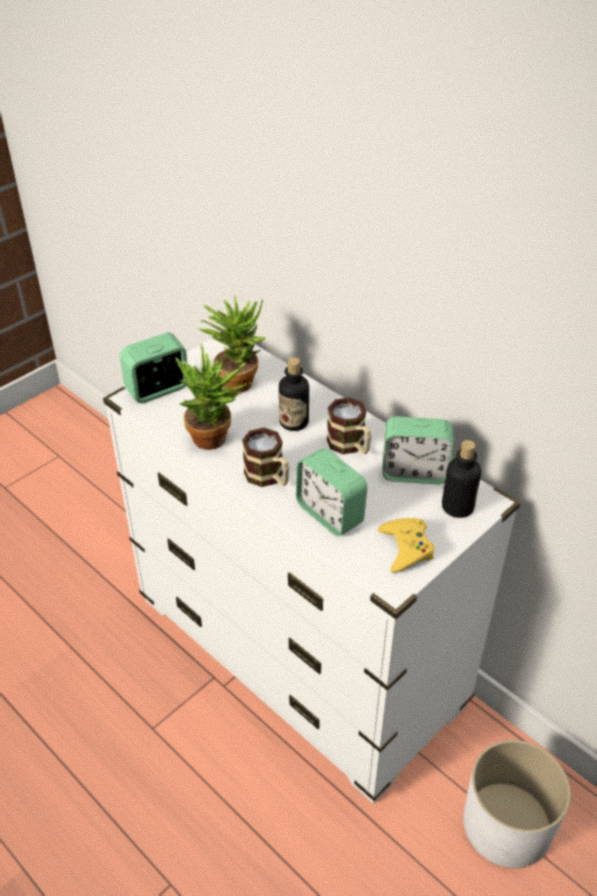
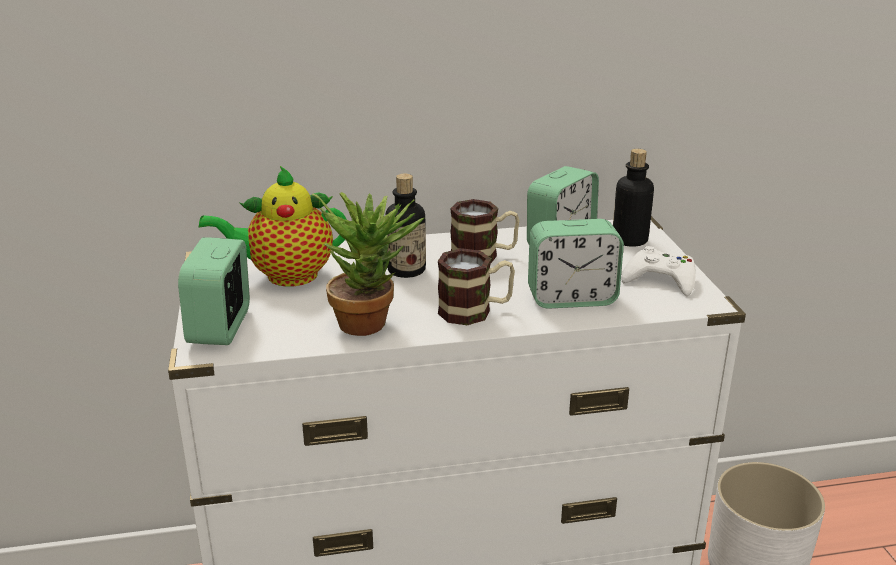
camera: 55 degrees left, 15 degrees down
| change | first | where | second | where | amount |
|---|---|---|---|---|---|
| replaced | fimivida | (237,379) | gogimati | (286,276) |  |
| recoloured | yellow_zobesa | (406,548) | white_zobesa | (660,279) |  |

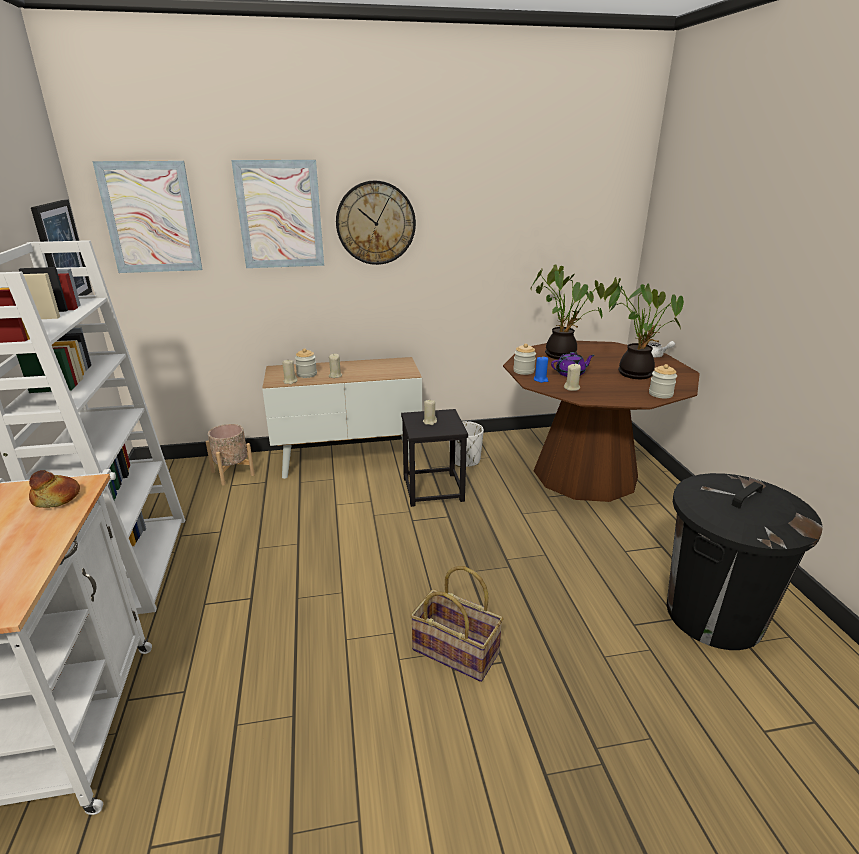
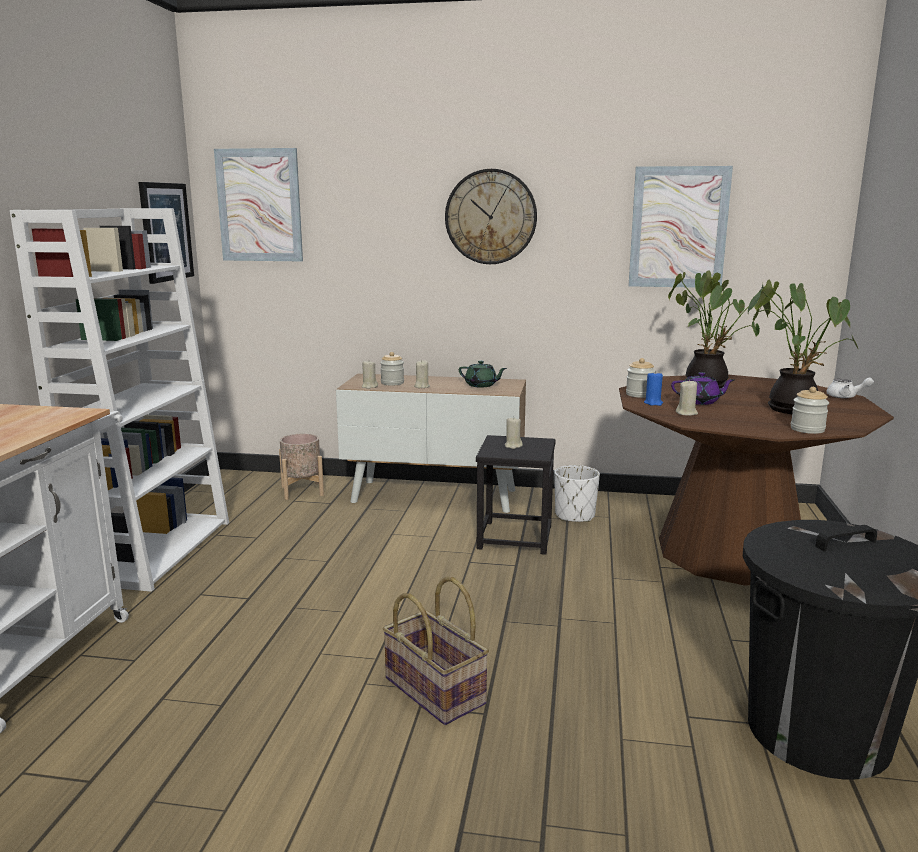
camera: 20 degrees right, 10 degrees down
| change | first | where | second | where | amount |
|---|---|---|---|---|---|
| moved | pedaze | (280,215) |  | (678,227) |  |
| removed | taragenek | (56,499) |  |  |  |
| added |  |  | green_gogimati | (481,385) |  |

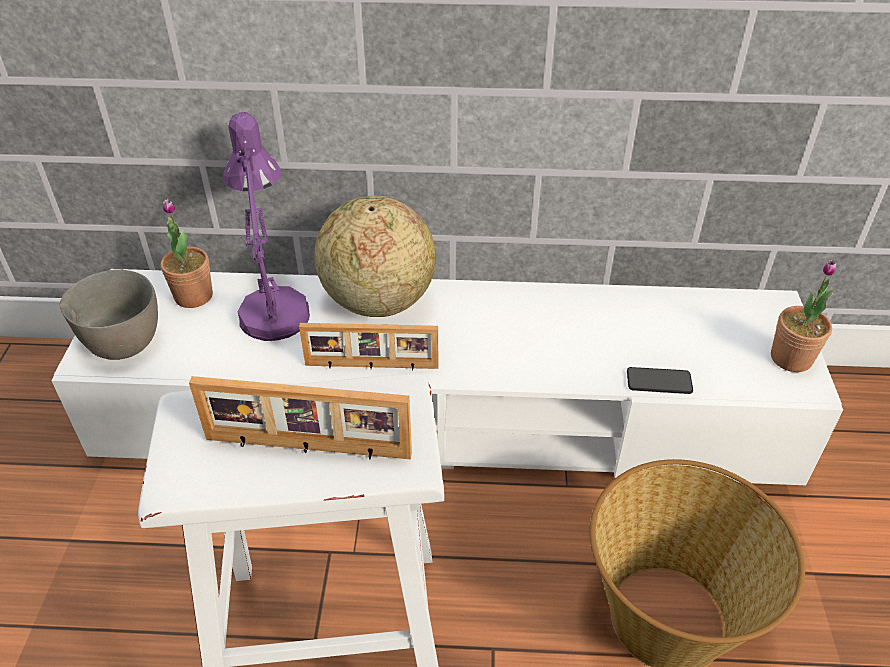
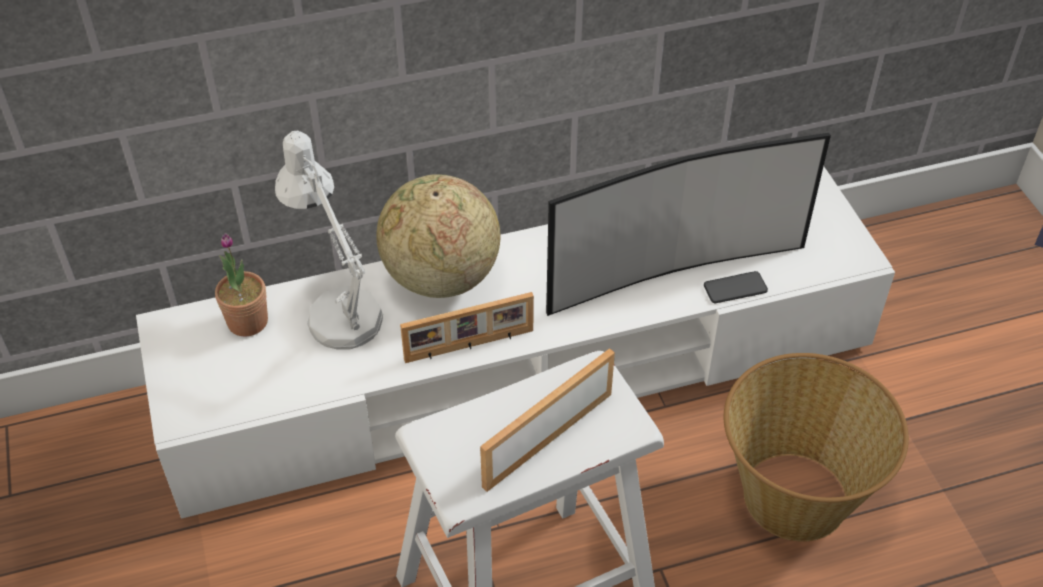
camera: 20 degrees left, 5 degrees up
| change | first | where | second | where | amount |
|---|---|---|---|---|---|
| recoloured | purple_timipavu | (273,306) | white_timipavu | (338,310) |  |
| removed | fimivida | (791,358) |  |  |  |
| removed | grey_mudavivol | (124,343) |  |  |  |
| turned | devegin | (307,448) |  | (546,438) | 150 degrees clockwise |
| added |  |  | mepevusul | (673,272) |  |

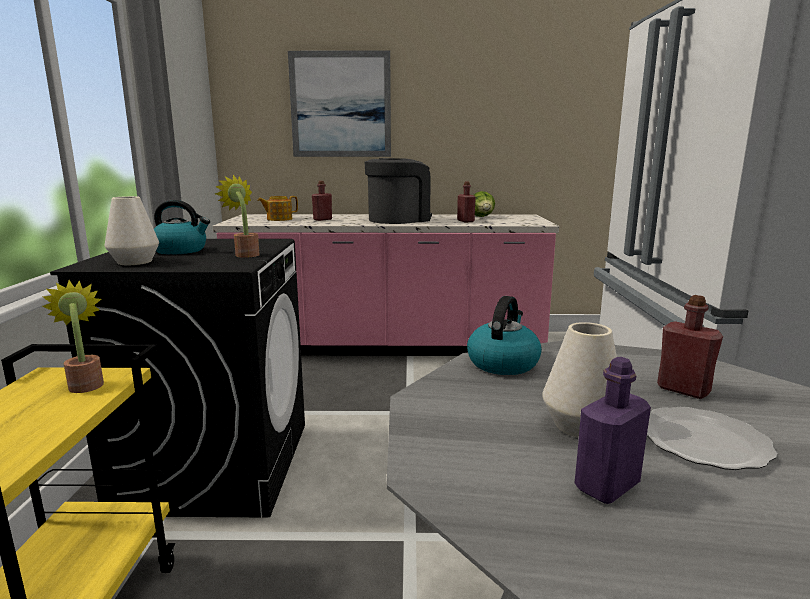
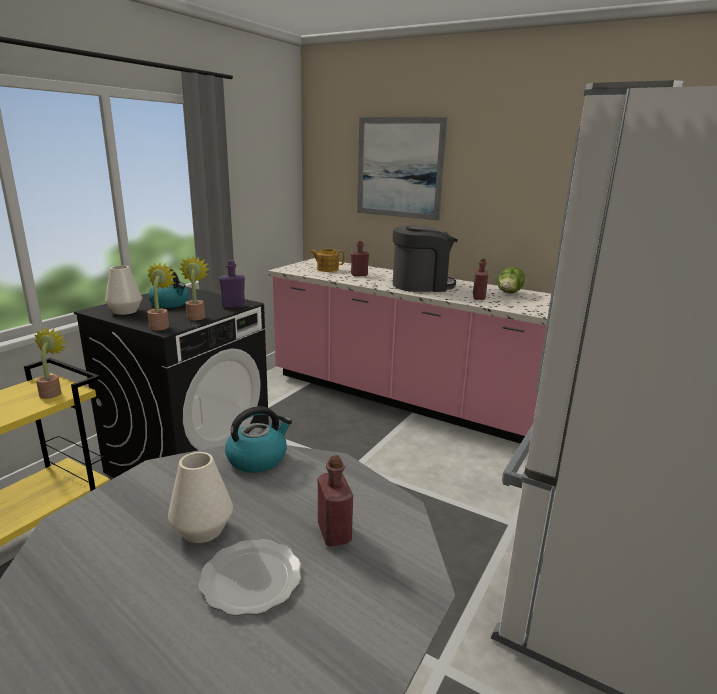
camera: 30 degrees right, 5 degrees up
| change | first | where | second | where | amount |
|---|---|---|---|---|---|
| moved | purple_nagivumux | (606,486) |  | (233,306) |  |
| added |  |  | fimivida | (161,326) |  |

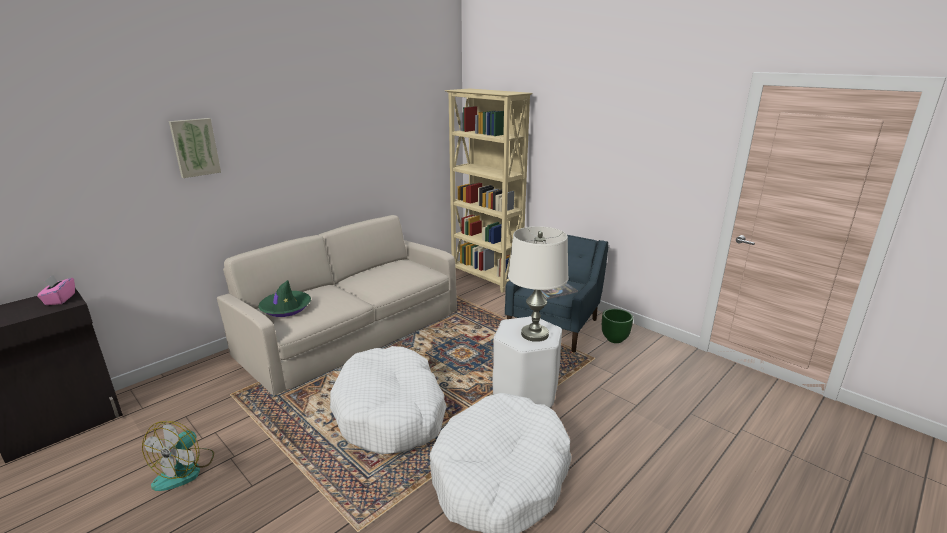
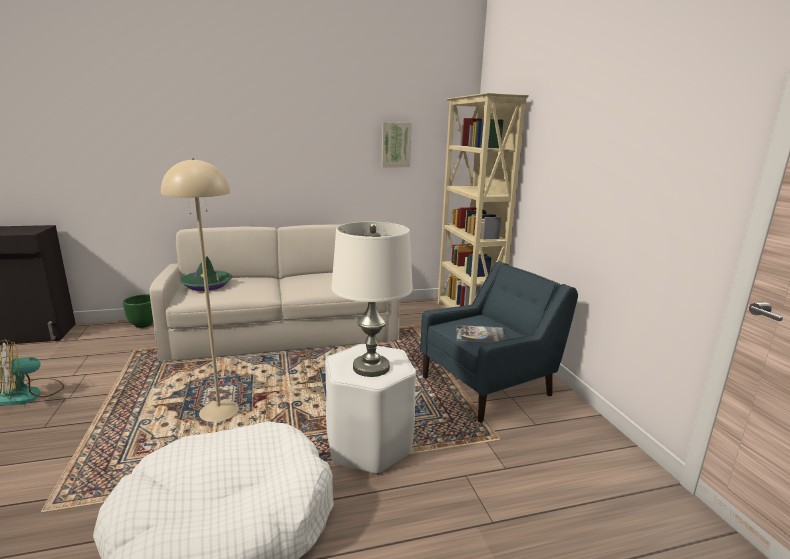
camera: 30 degrees right, 5 degrees down
| change | first | where | second | where | amount |
|---|---|---|---|---|---|
| moved | pedaze | (195,147) |  | (395,145) |  |
| removed | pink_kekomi | (60,299) |  |  |  |
| moved | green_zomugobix | (614,339) |  | (144,324) |  |
| replaced | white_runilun | (391,412) | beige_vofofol | (219,411) |  |

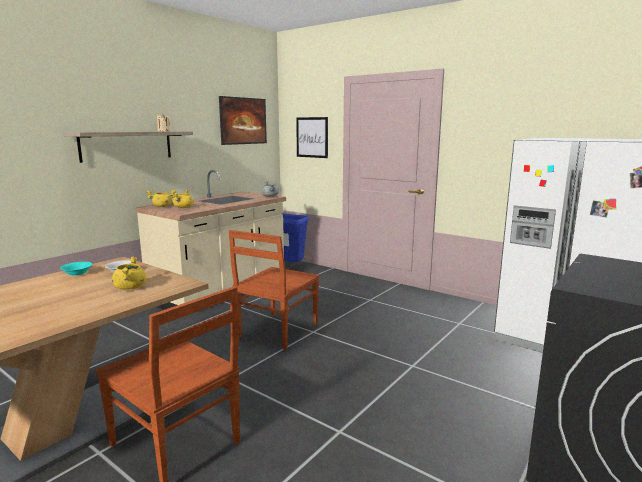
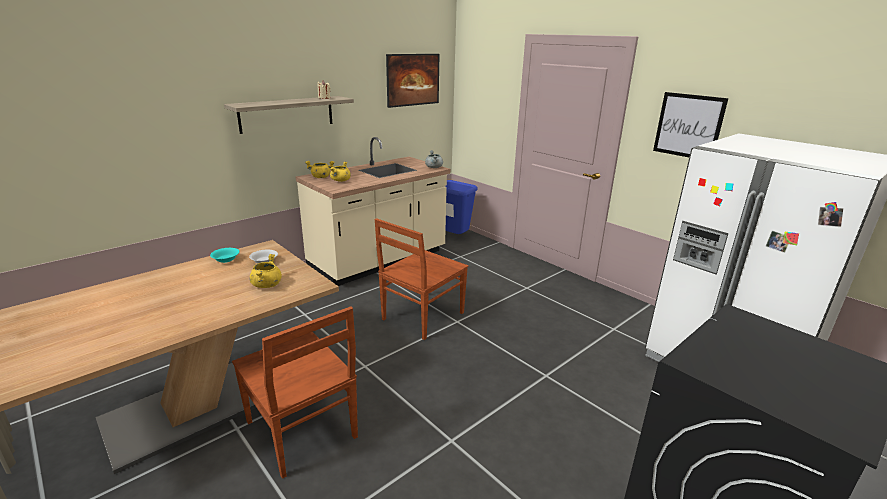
camera: 10 degrees right, 10 degrees up
| change | first | where | second | where | amount |
|---|---|---|---|---|---|
| moved | pedaze | (312,137) |  | (688,126) |  |

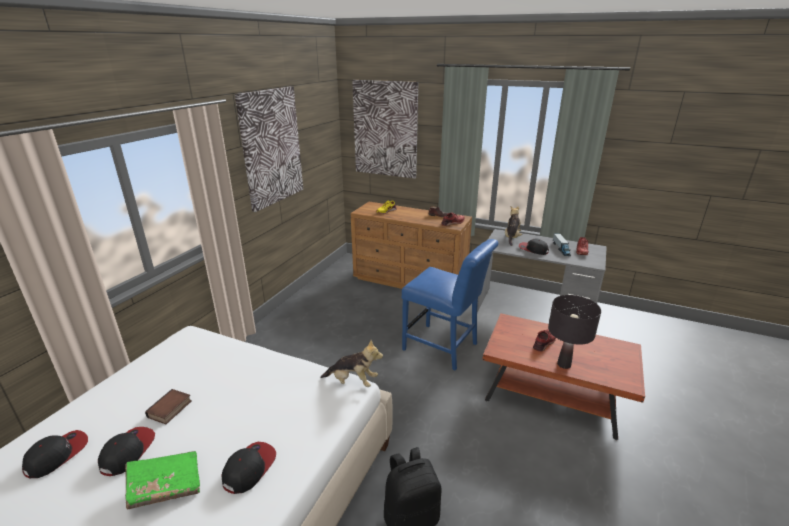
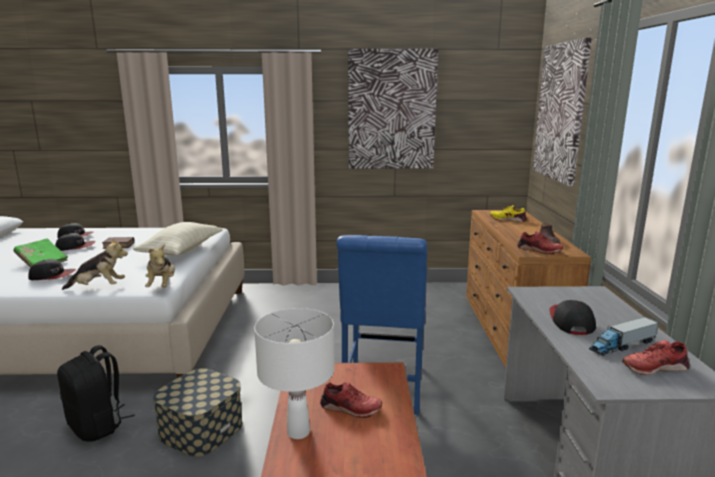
camera: 65 degrees right, 10 degrees down
| change | first | where | second | where | amount |
|---|---|---|---|---|---|
| moved | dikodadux | (512,238) |  | (98,287) |  |
| recoloured | black_timipavu | (564,364) | white_timipavu | (298,432) |  |
| added |  |  | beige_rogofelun | (182,251) |  |
| added |  |  | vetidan | (201,429) |  |

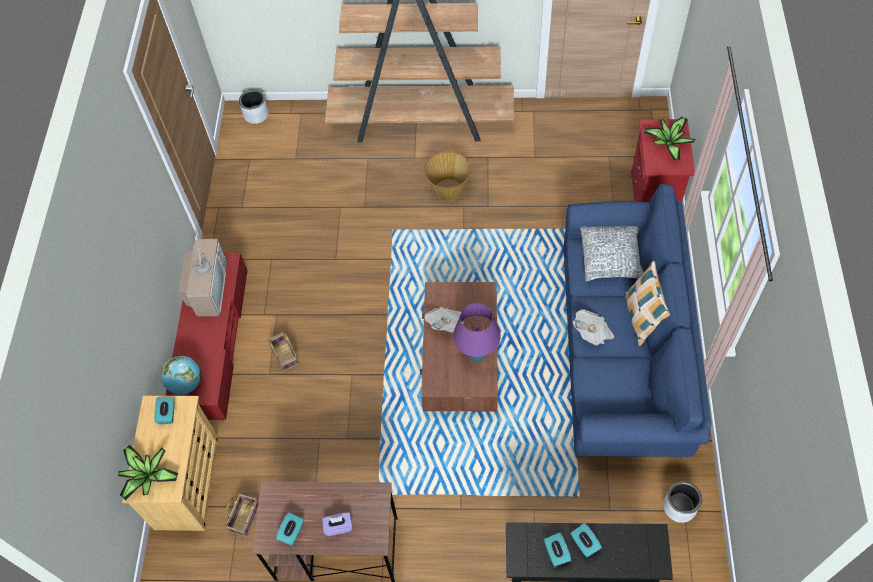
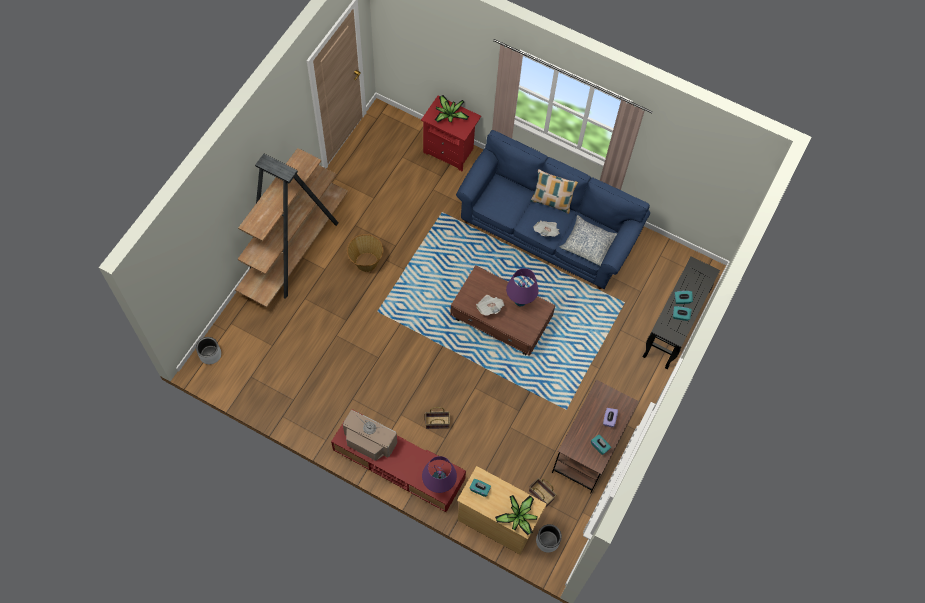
camera: 70 degrees left, 5 degrees up
| change | first | where | second | where | amount |
|---|---|---|---|---|---|
| moved | rogofelun | (611,258) |  | (588,245) |  |
| replaced | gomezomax | (186,384) | purple_timipavu | (439,484) |  |
| moved | grey_zomugobix | (679,507) |  | (547,541) |  |

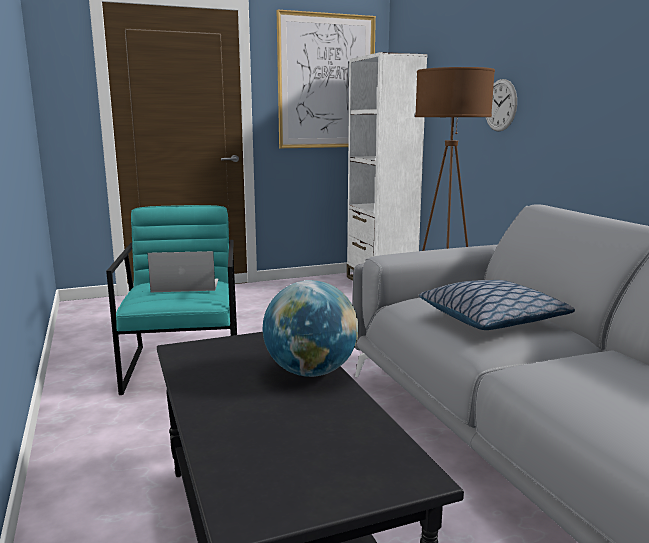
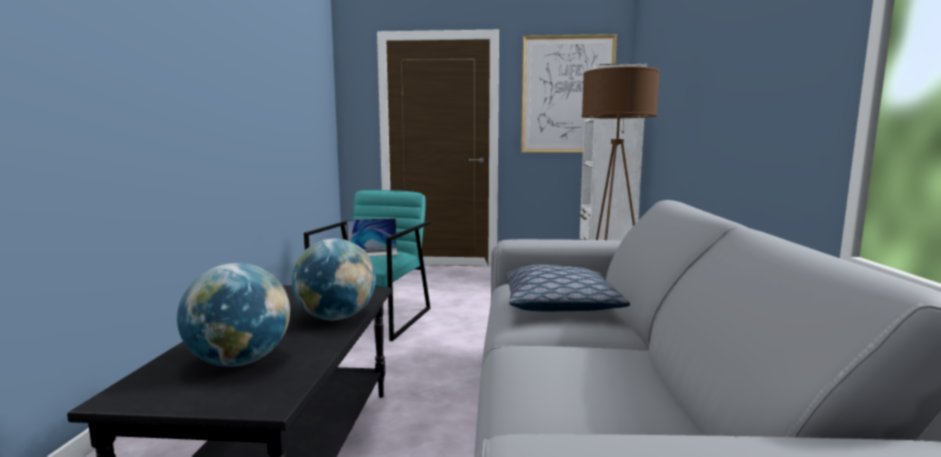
camera: 25 degrees right, 5 degrees down
| change | first | where | second | where | amount |
|---|---|---|---|---|---|
| removed | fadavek | (500,105) |  |  |  |
| turned | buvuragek | (185,285) |  | (372,252) | 150 degrees clockwise |
| added |  |  | gomezomax | (240,361) |  |

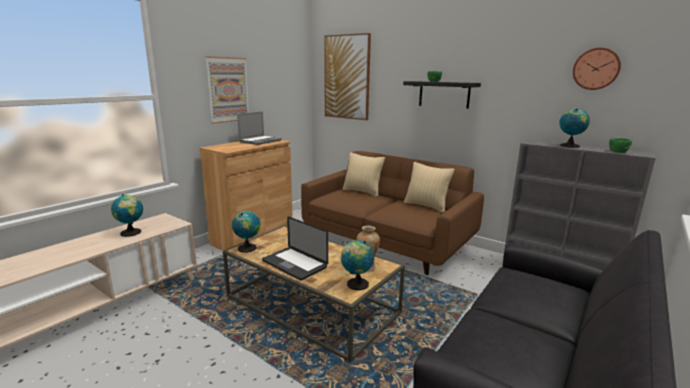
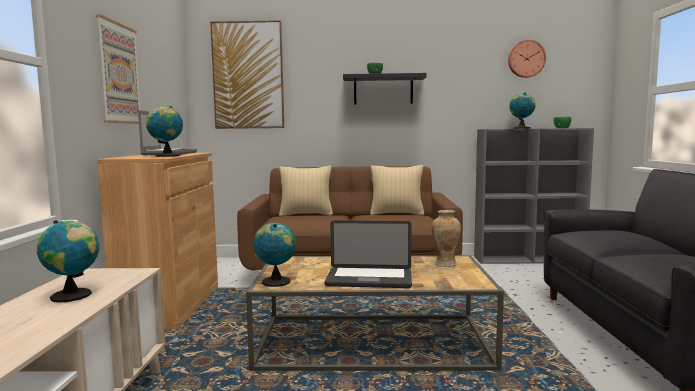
camera: 35 degrees left, 10 degrees down
| change | first | where | second | where | amount |
|---|---|---|---|---|---|
| moved | gomezomax | (356,284) |  | (166,156) |  |

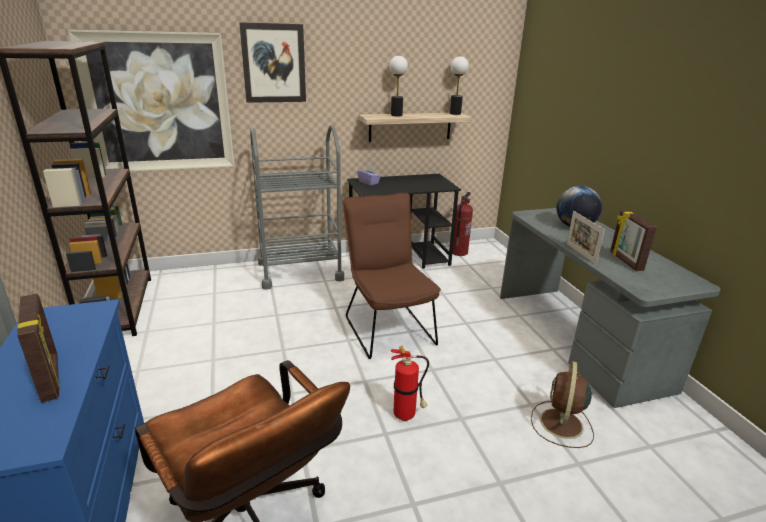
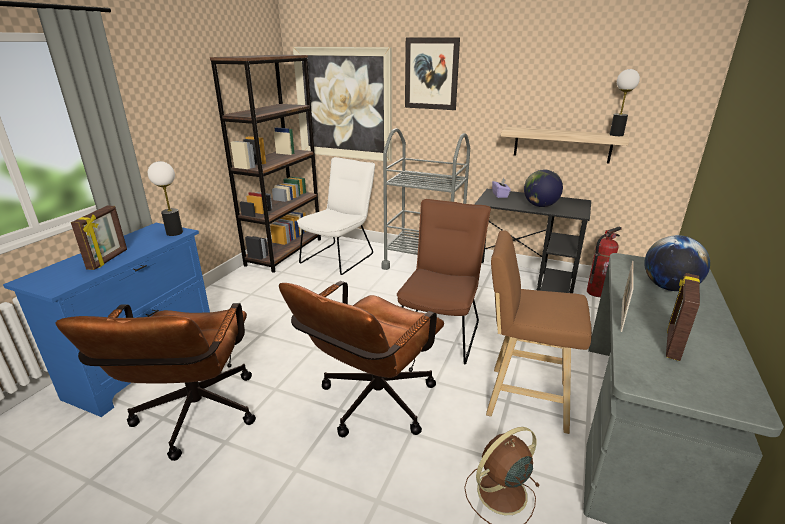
camera: 40 degrees right, 0 degrees up
| change | first | where | second | where | amount |
|---|---|---|---|---|---|
| moved | timipavu | (396,115) |  | (174,233) |  |
| replaced | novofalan | (407,415) | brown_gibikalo | (371,405) |  |
| added |  |  | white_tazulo | (340,256) |  |
| added |  |  | gomezomax | (540,205) |  |
| added |  |  | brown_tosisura | (523,397) |  |

